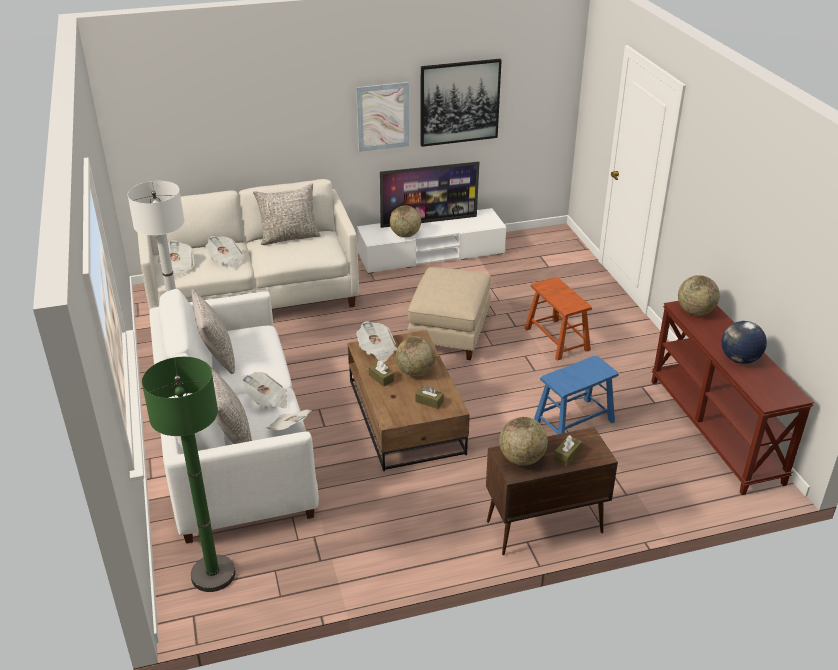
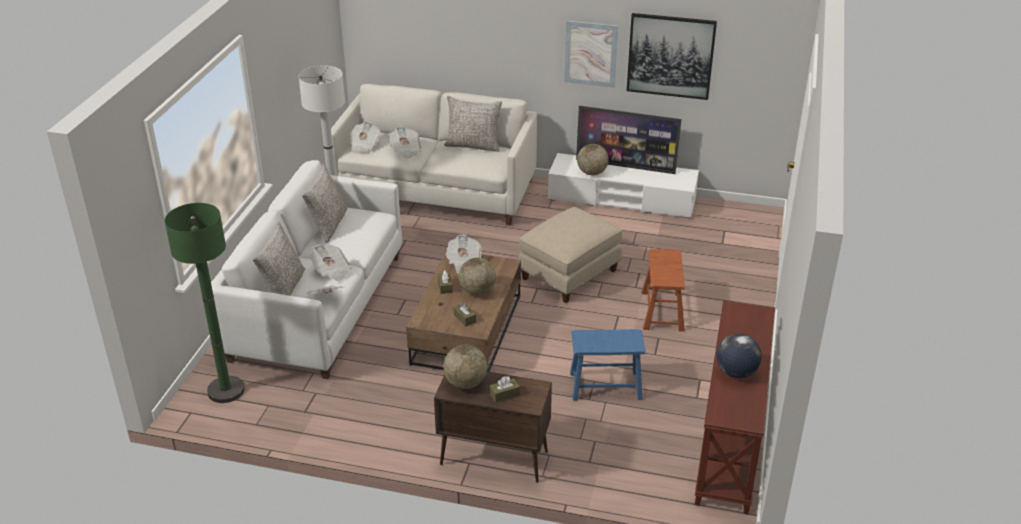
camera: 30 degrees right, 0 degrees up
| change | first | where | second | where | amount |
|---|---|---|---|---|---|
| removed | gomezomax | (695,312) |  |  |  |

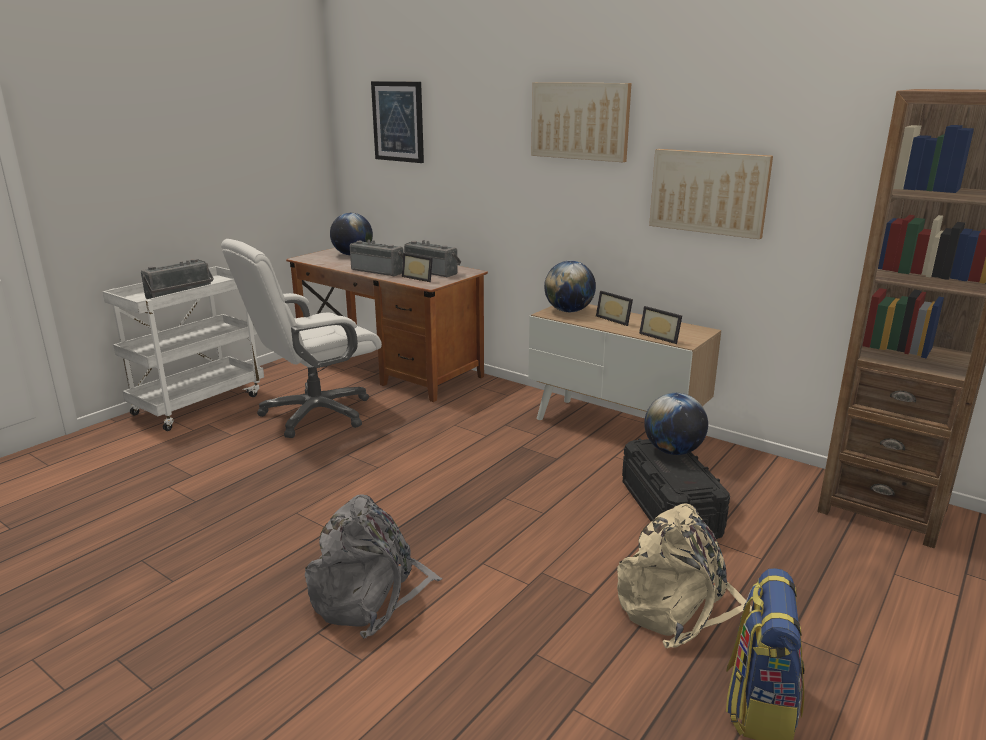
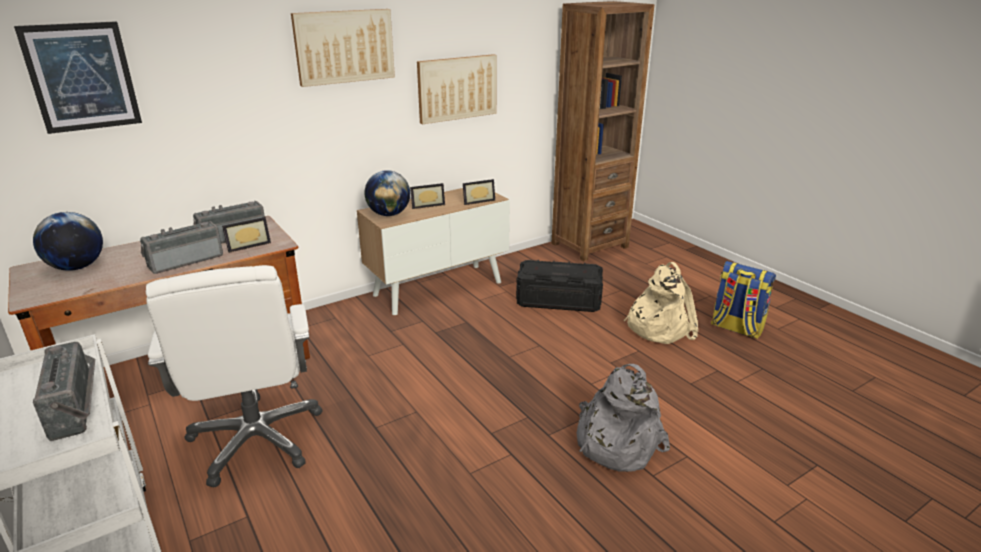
camera: 70 degrees left, 5 degrees up
| change | first | where | second | where | amount |
|---|---|---|---|---|---|
| removed | gomezomax | (673,451) |  |  |  |

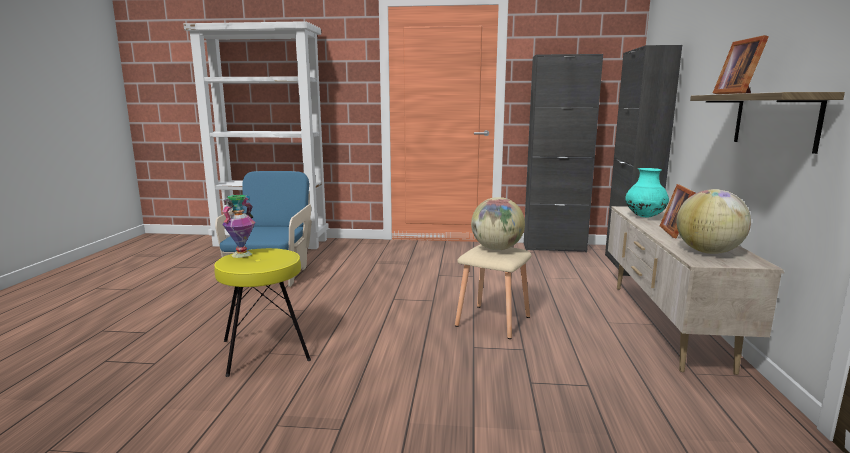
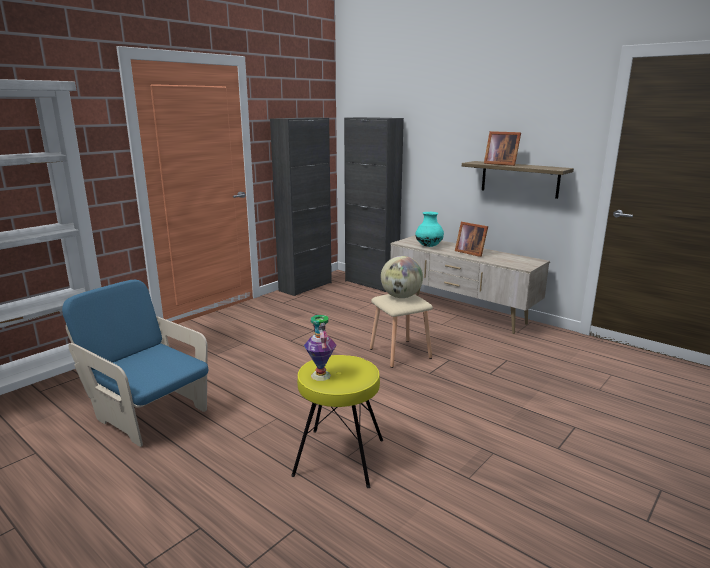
camera: 55 degrees left, 5 degrees up
| change | first | where | second | where | amount |
|---|---|---|---|---|---|
| removed | gomezomax | (708,252) |  |  |  |

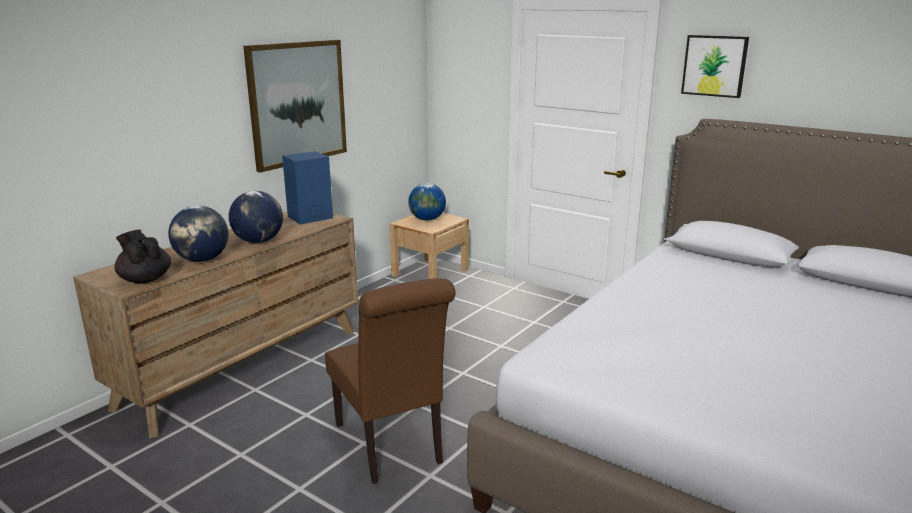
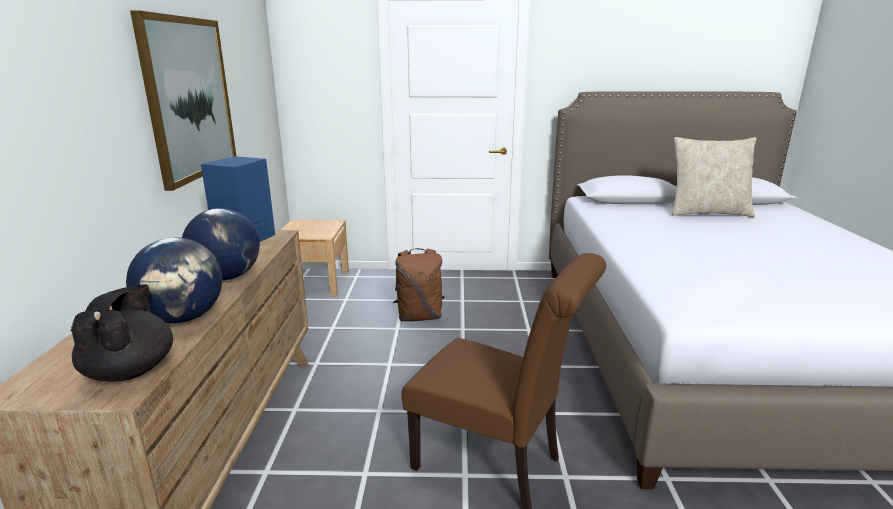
camera: 35 degrees left, 0 degrees up
| change | first | where | second | where | amount |
|---|---|---|---|---|---|
| removed | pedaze | (714,65) |  |  |  |
| removed | gomezomax | (427,219) |  |  |  |
| turned | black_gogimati | (145,279) |  | (131,370) | 75 degrees clockwise |
| added |  |  | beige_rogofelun | (707,212) |  |
| added |  |  | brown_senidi | (419,316) |  |

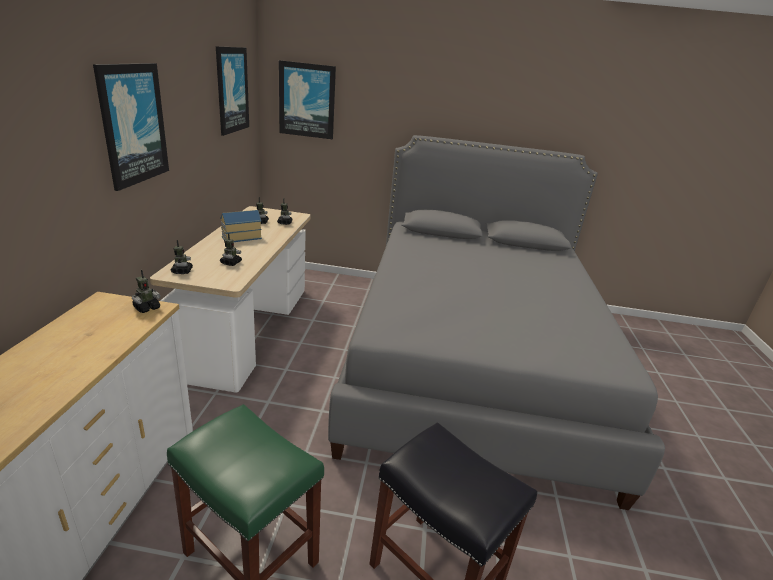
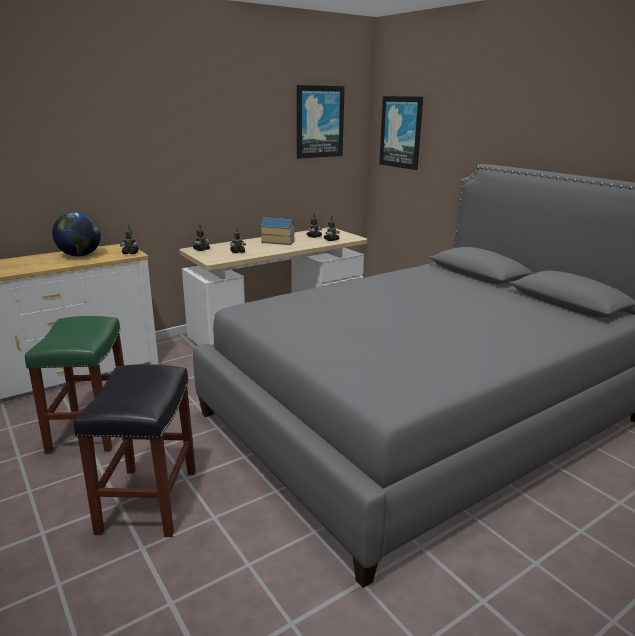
camera: 50 degrees right, 5 degrees down
| change | first | where | second | where | amount |
|---|---|---|---|---|---|
| removed | pedaze | (133,124) |  |  |  |
| added |  |  | gomezomax | (80,255) |  |

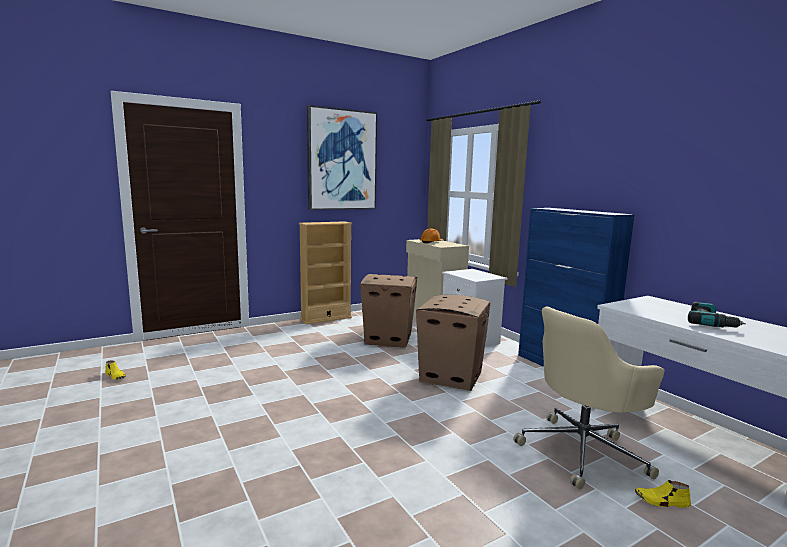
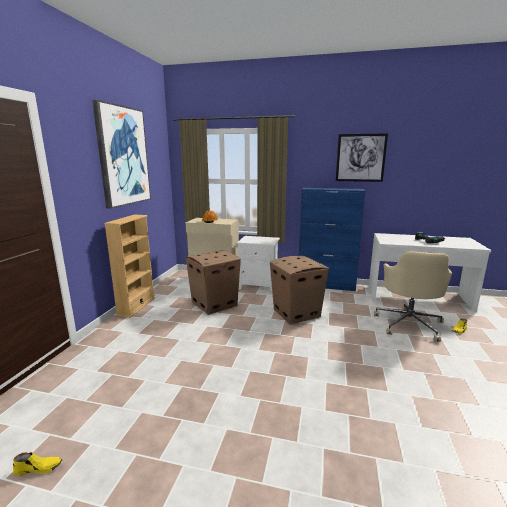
camera: 45 degrees left, 5 degrees up
| change | first | where | second | where | amount |
|---|---|---|---|---|---|
| added |  |  | pedaze | (360,158) |  |

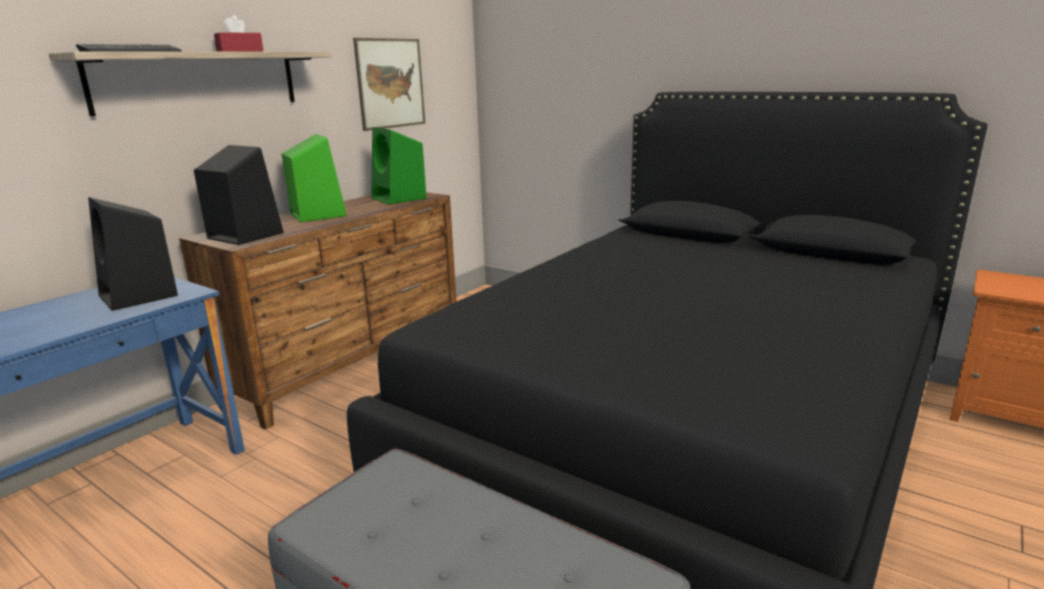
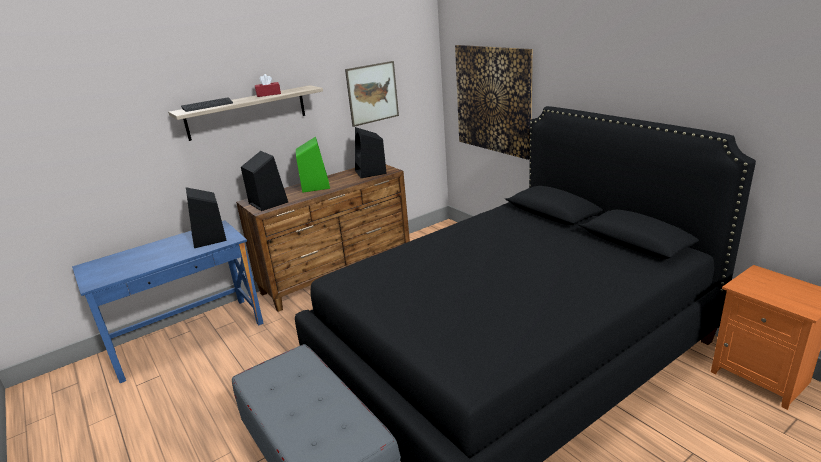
camera: 20 degrees right, 5 degrees up
| change | first | where | second | where | amount |
|---|---|---|---|---|---|
| recoloured | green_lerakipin | (400,198) | black_lerakipin | (371,172) |  |
| added |  |  | pedaze | (493,100) |  |

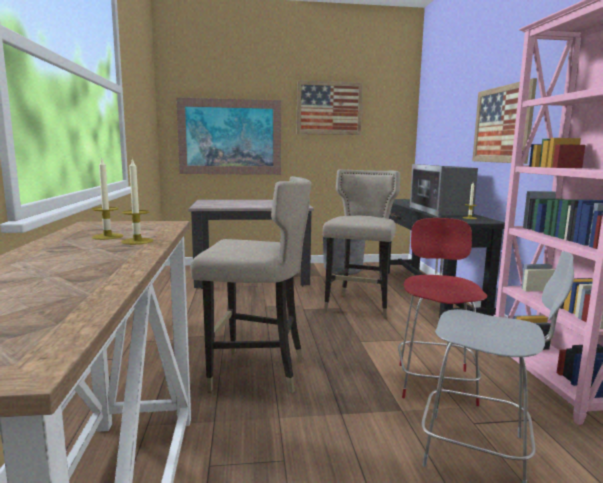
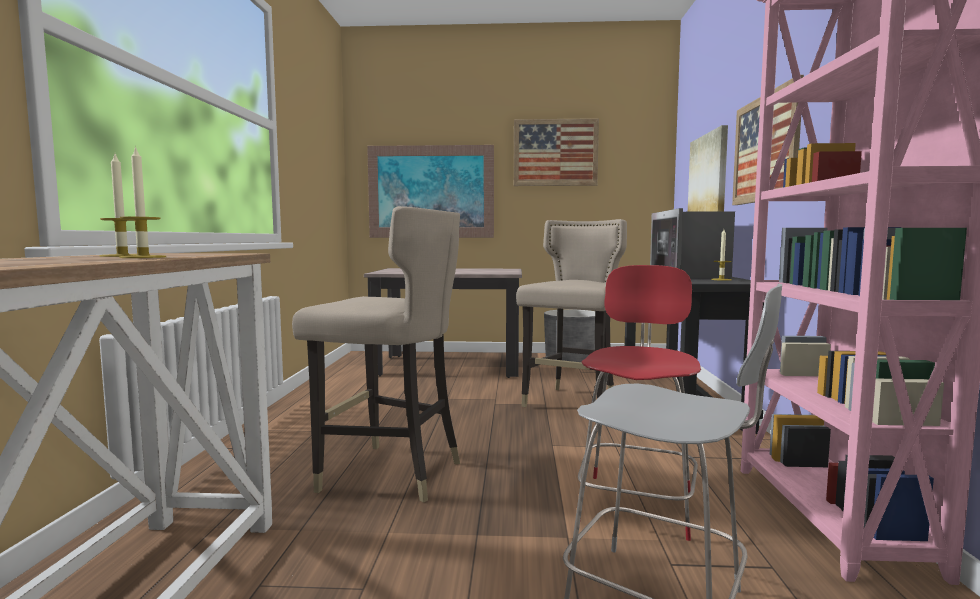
camera: 10 degrees right, 5 degrees down
| change | first | where | second | where | amount |
|---|---|---|---|---|---|
| added |  |  | pedaze | (708,181) |  |

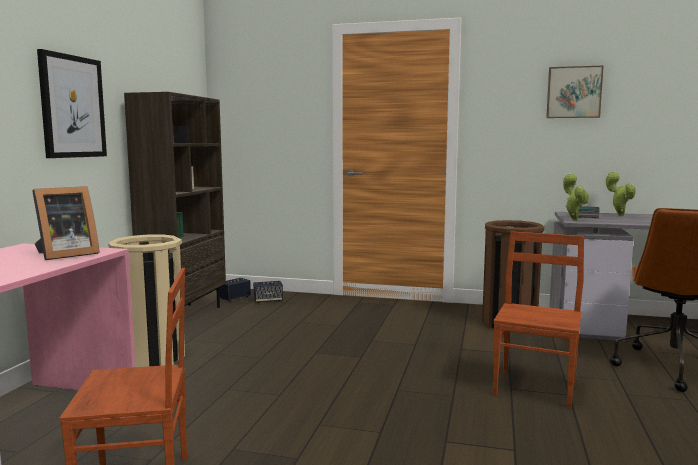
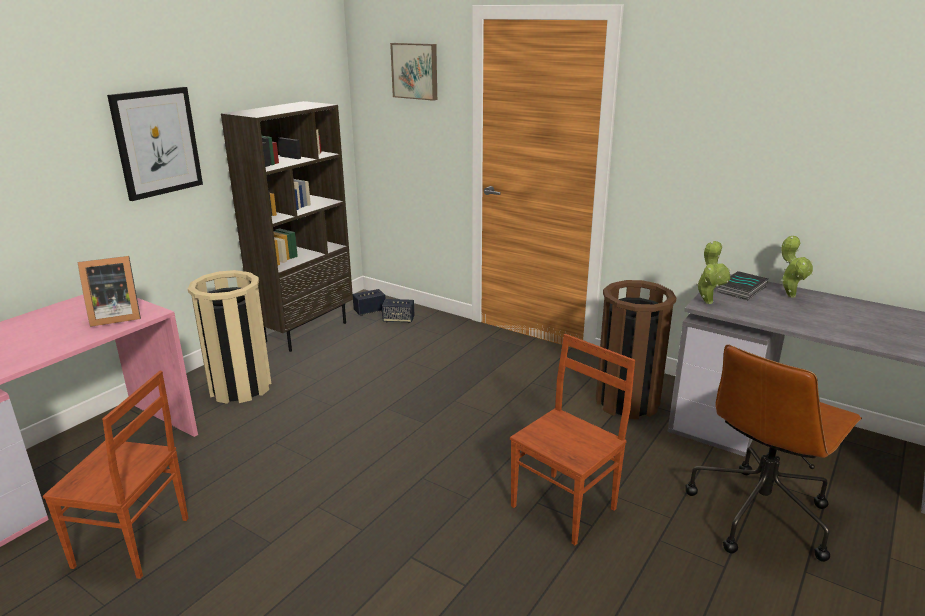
camera: 20 degrees right, 15 degrees up
| change | first | where | second | where | amount |
|---|---|---|---|---|---|
| moved | pedaze | (573,92) |  | (415,71) |  |

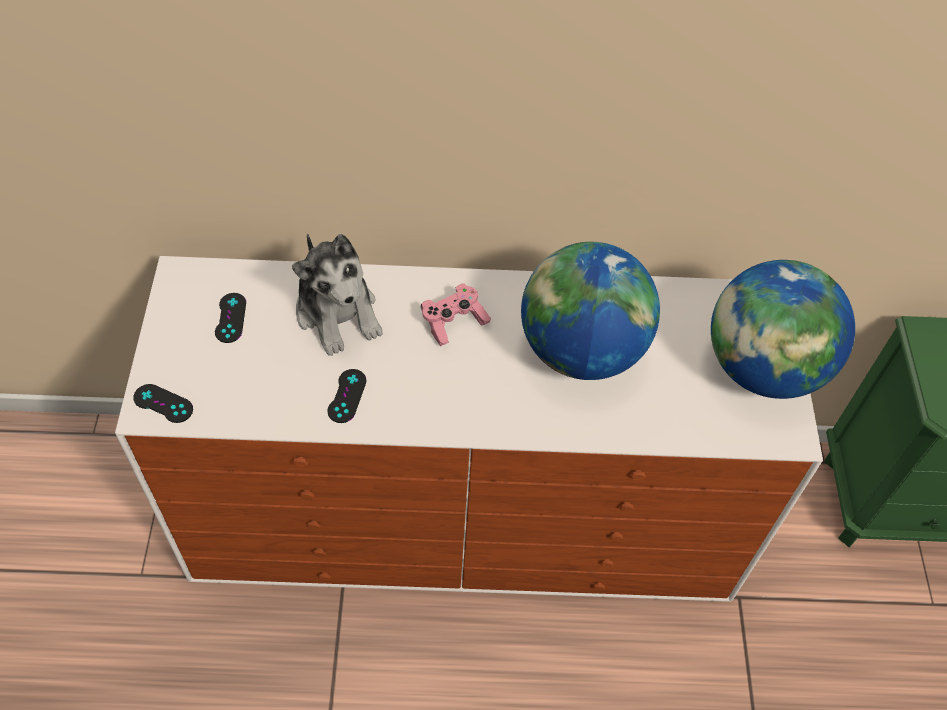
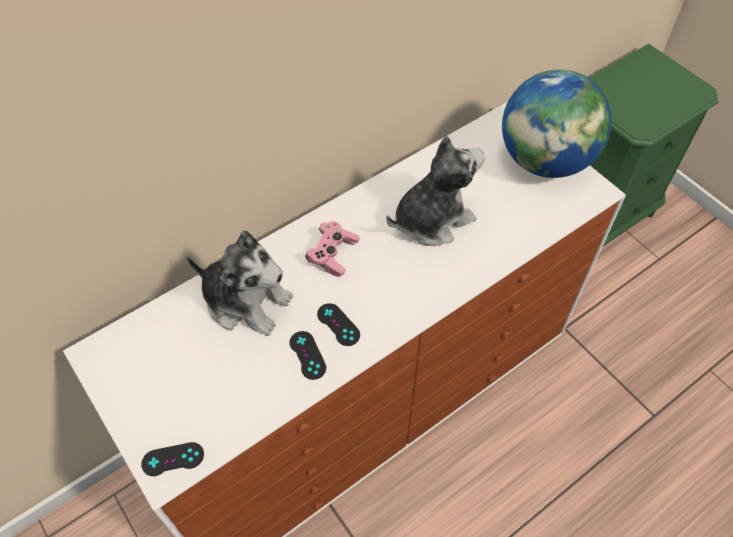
camera: 35 degrees left, 0 degrees up
| change | first | where | second | where | amount |
|---|---|---|---|---|---|
| replaced | gomezomax | (581,350) | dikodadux | (432,220) |  |
| moved | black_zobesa | (230,318) |  | (338,324) |  |

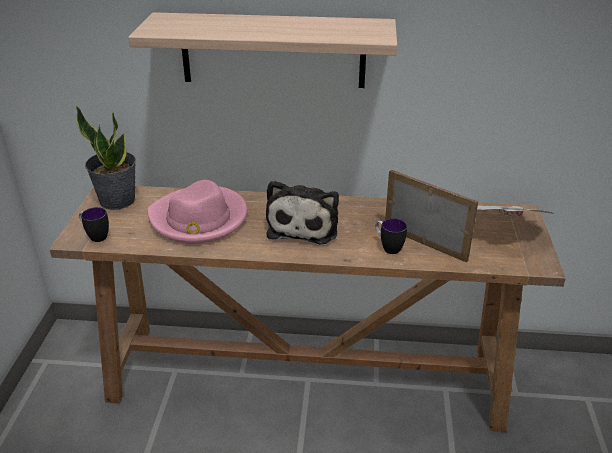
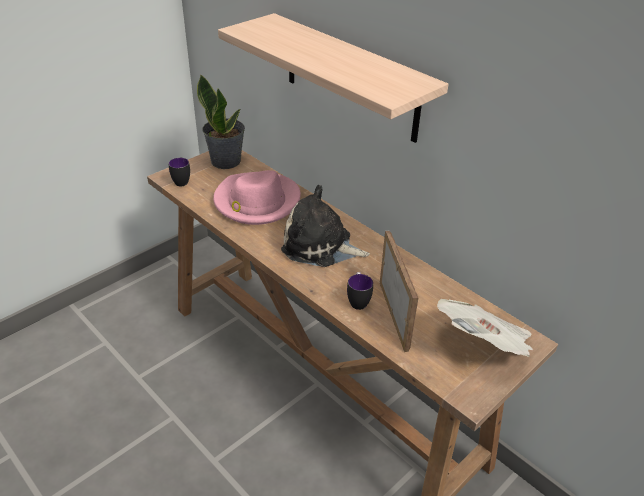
camera: 40 degrees right, 5 degrees up
| change | first | where | second | where | amount |
|---|---|---|---|---|---|
| turned | dikodadux | (304,225) |  | (320,246) | 60 degrees clockwise |

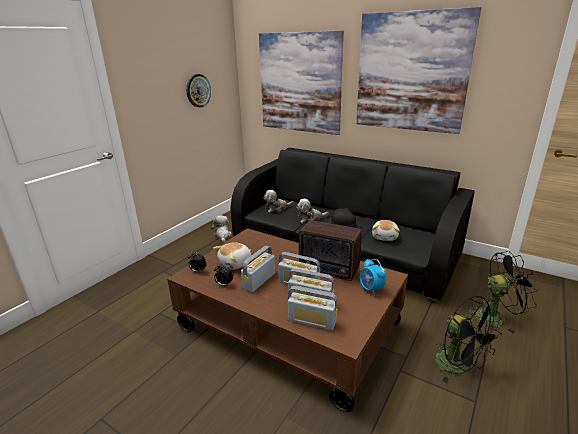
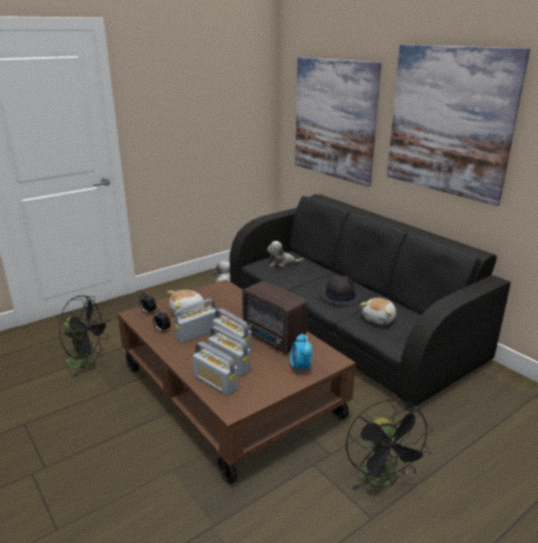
camera: 20 degrees right, 0 degrees up
| change | first | where | second | where | amount |
|---|---|---|---|---|---|
| removed | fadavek | (198,90) |  |  |  |
| removed | dikodadux | (310,219) |  |  |  |
| moved | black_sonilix | (495,316) |  | (87,362) |  |

